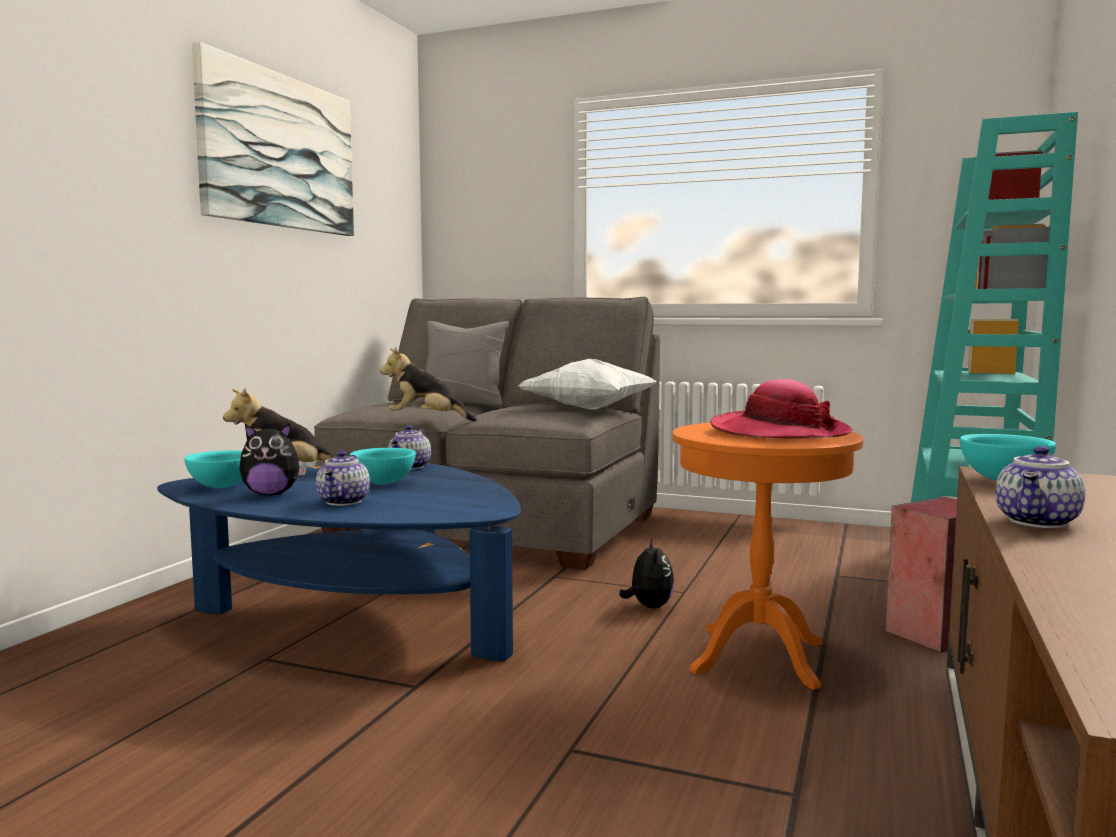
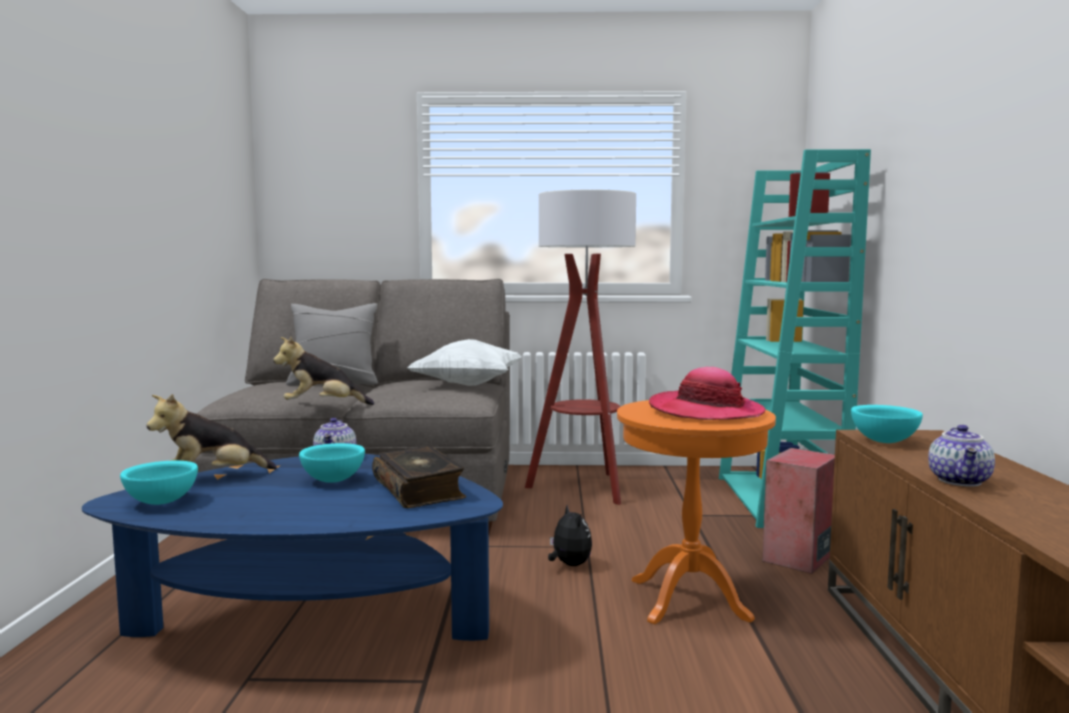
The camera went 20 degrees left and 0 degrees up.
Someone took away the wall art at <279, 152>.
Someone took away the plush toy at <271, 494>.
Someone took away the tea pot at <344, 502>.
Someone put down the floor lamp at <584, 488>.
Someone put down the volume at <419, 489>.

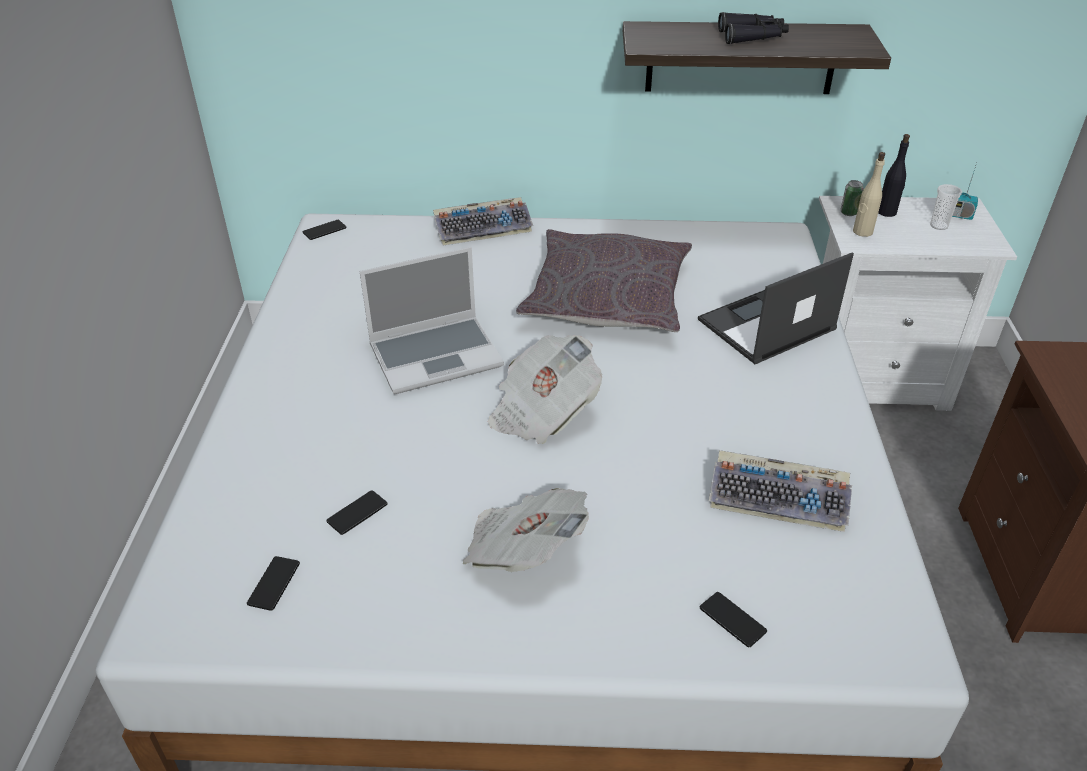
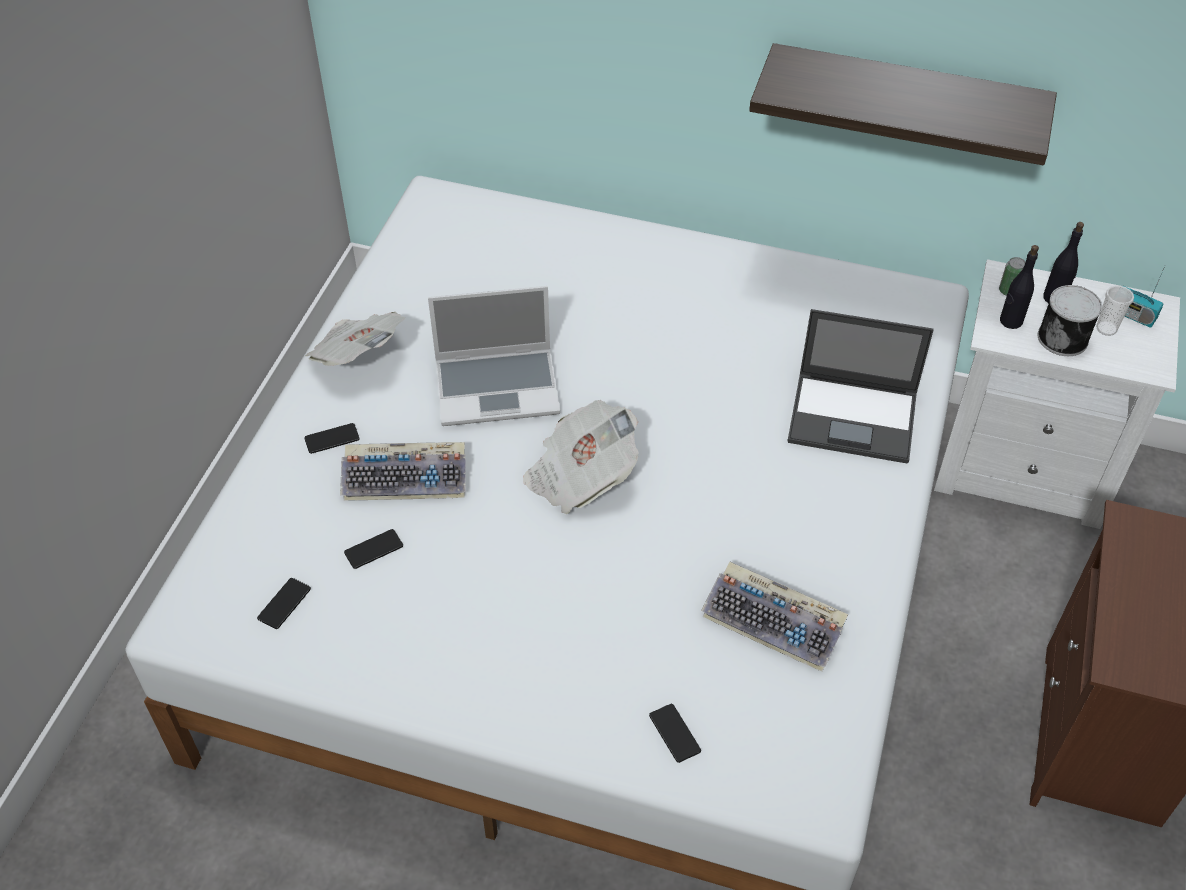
The camera went 15 degrees right and 10 degrees up.
Someone took away the black binoculars at <753, 37>.
Someone repainted the beige-coloured drink bottle at <862, 232>, which became the black drink bottle at <1010, 321>.
Someone carried the computer keyboard from <484, 228> to <407, 477>.
Someone carried the phone from <324, 230> to <332, 439>.
Someone took away the gray throw pillow at <607, 297>.
Someone rotated the laptop at <765, 325> by 150 degrees counterclockwise.
Someone carried the daily paper from <523, 550> to <358, 356>.
Someone put down the sealed can at <1063, 338>.

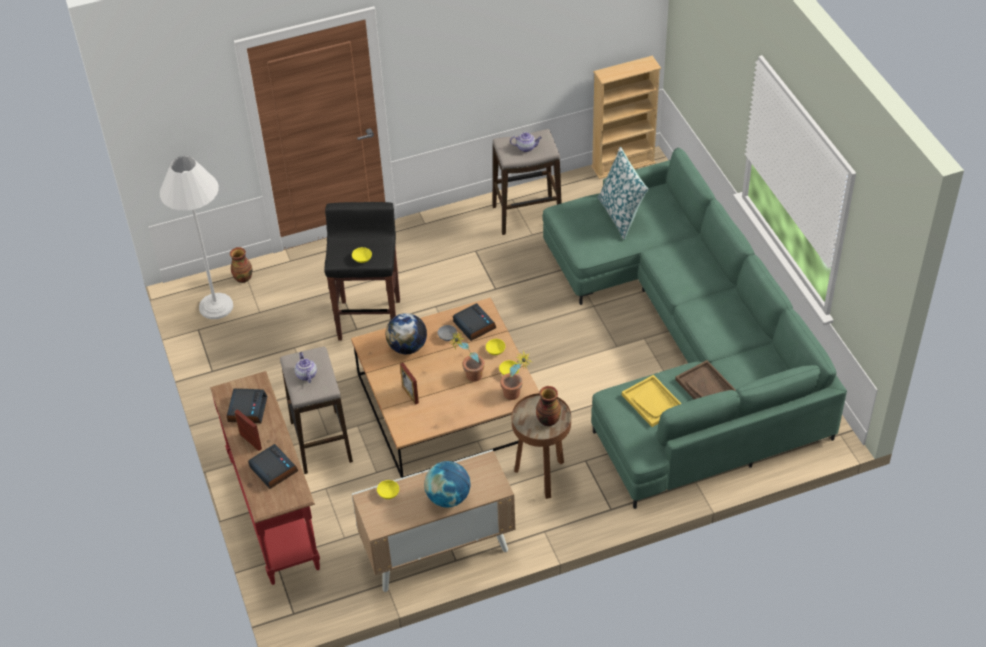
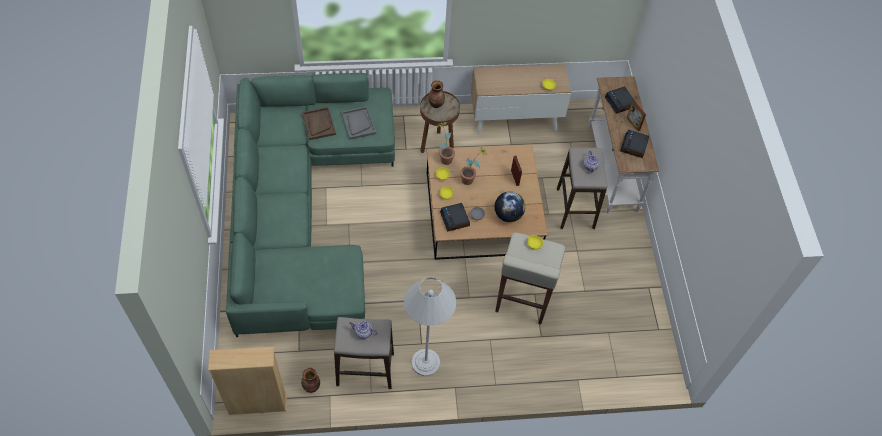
The camera went 170 degrees left and 10 degrees up.
Someone took away the throw pillow at <621, 215>.
Someone carried the white floor lamp from <216, 306> to <425, 362>.
Someone repainted the black stool seat at <369, 319>, which became the beige-coloured stool seat at <522, 300>.
Someone carried the flower vase from <243, 278> to <311, 387>.
Someone repainted the red console table at <276, 513>, which became the white console table at <611, 168>.
Someone repainted the yellowish tray at <652, 402>, which became the gray tray at <358, 123>.
Someone took away the desk globe at <448, 497>.

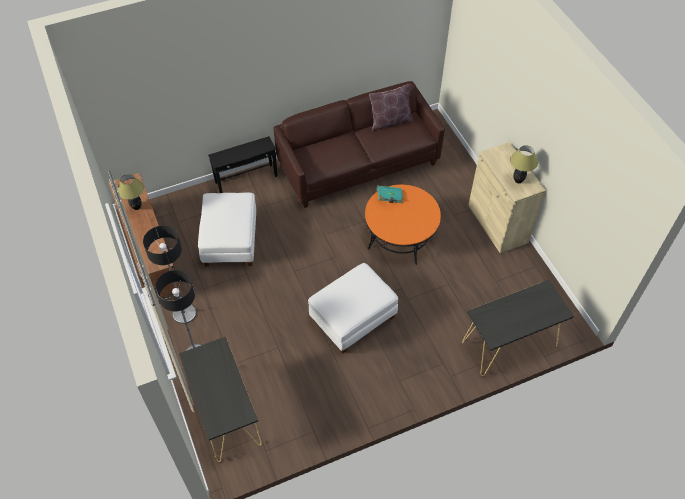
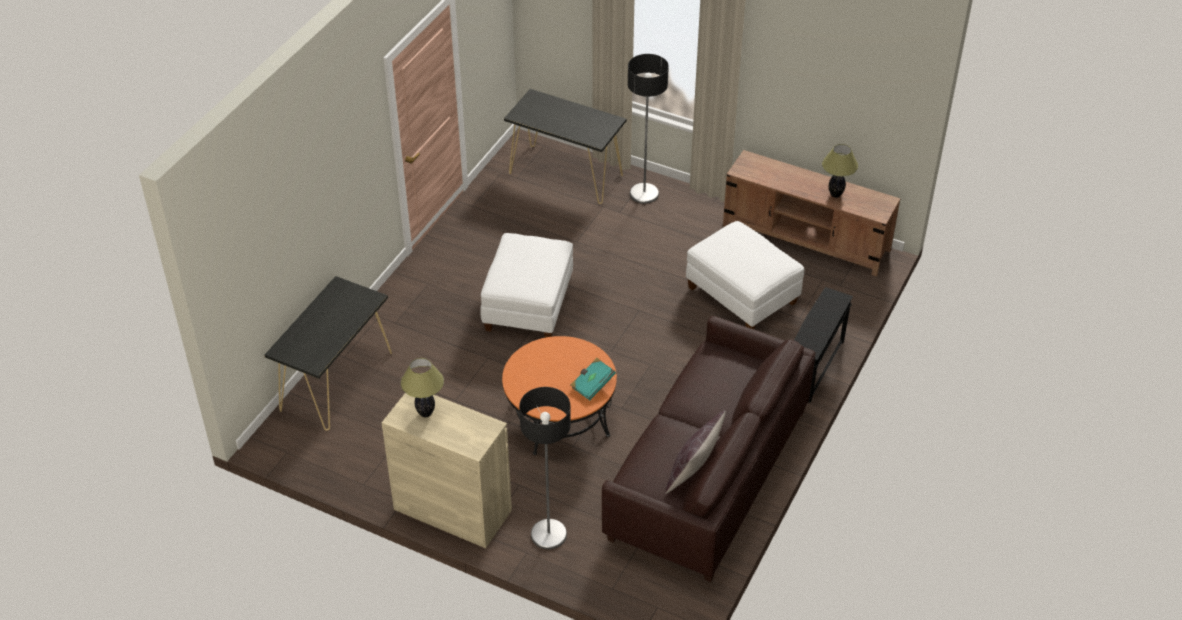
The camera went 140 degrees right and 10 degrees down.
Someone carried the floor lamp from <184, 313> to <549, 535>.

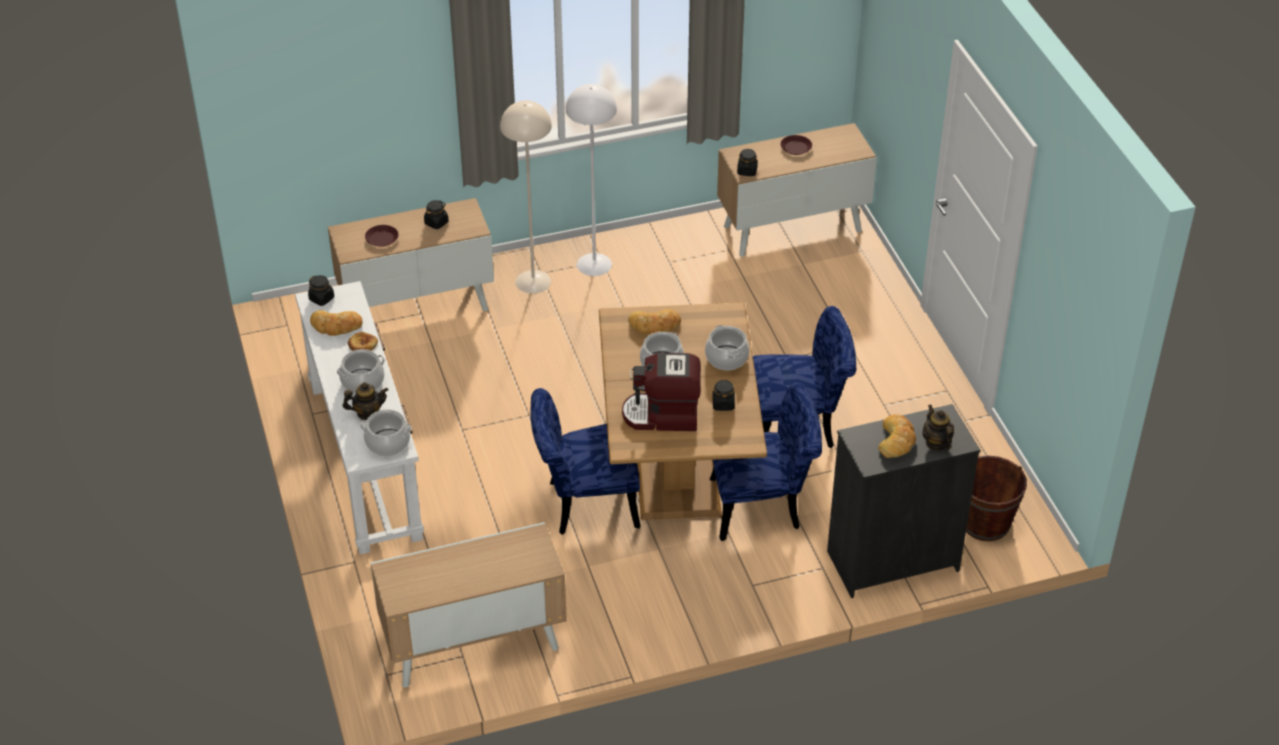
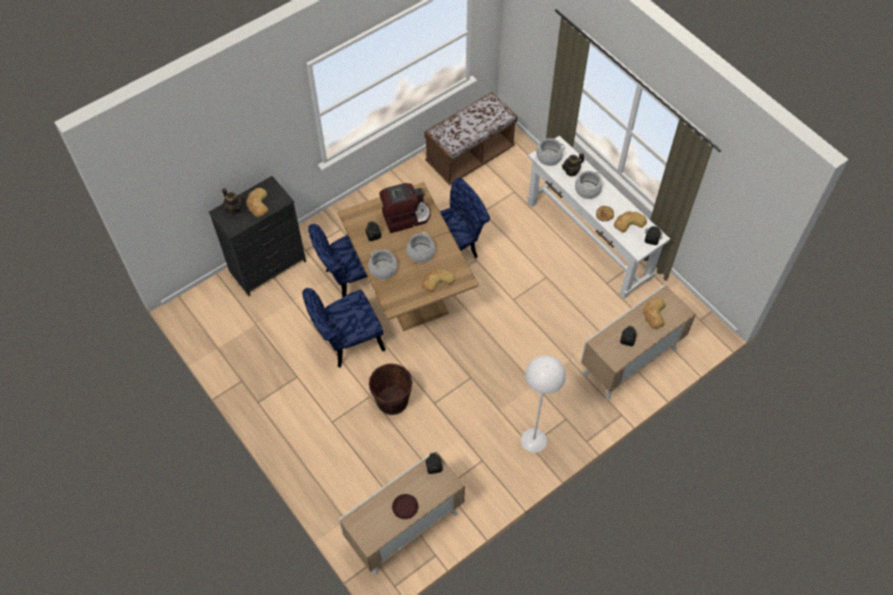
The camera went 160 degrees right and 15 degrees up.
Someone took away the beige-coloured floor lamp at <533, 281>.
Someone swapped the brown plate at <382, 238> for the bread at <654, 314>.
Someone carried the brown water bucket from <985, 523> to <392, 401>.
Someone swapped the storage cabinet at <473, 646> for the brown long seat at <469, 156>.

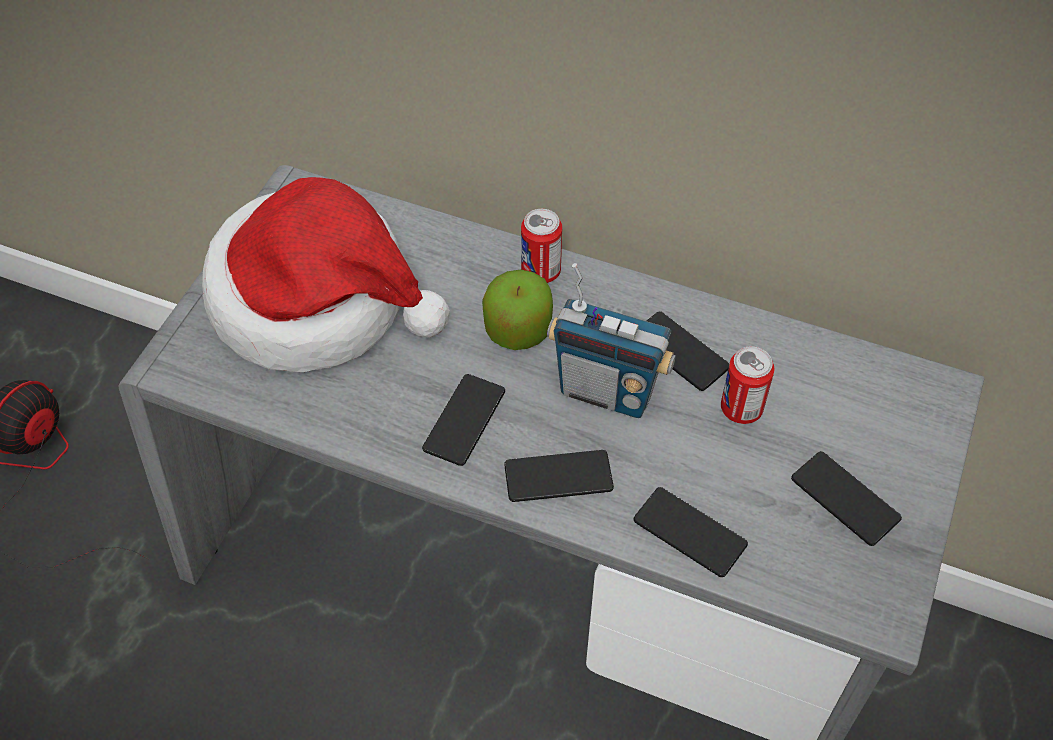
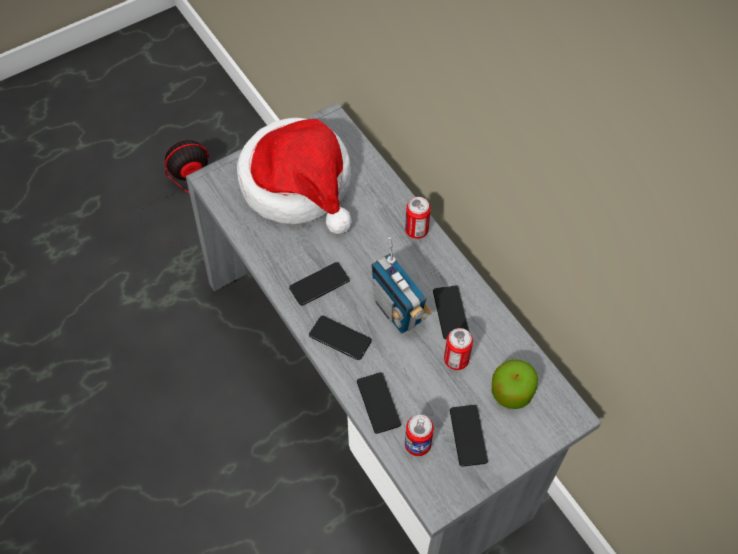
The camera went 35 degrees right and 5 degrees up.
Someone carried the apple fruit from <518, 330> to <511, 392>.
Someone put down the sealed can at <417, 444>.

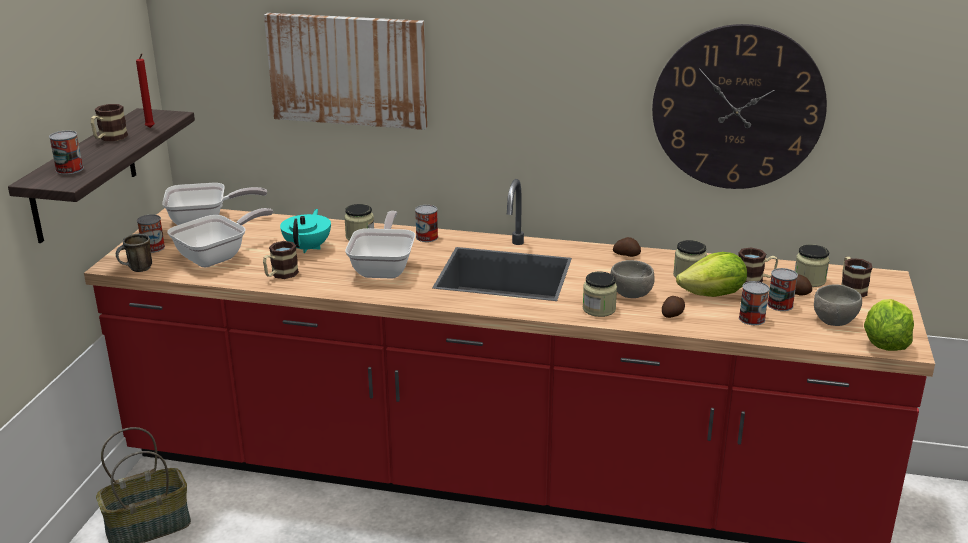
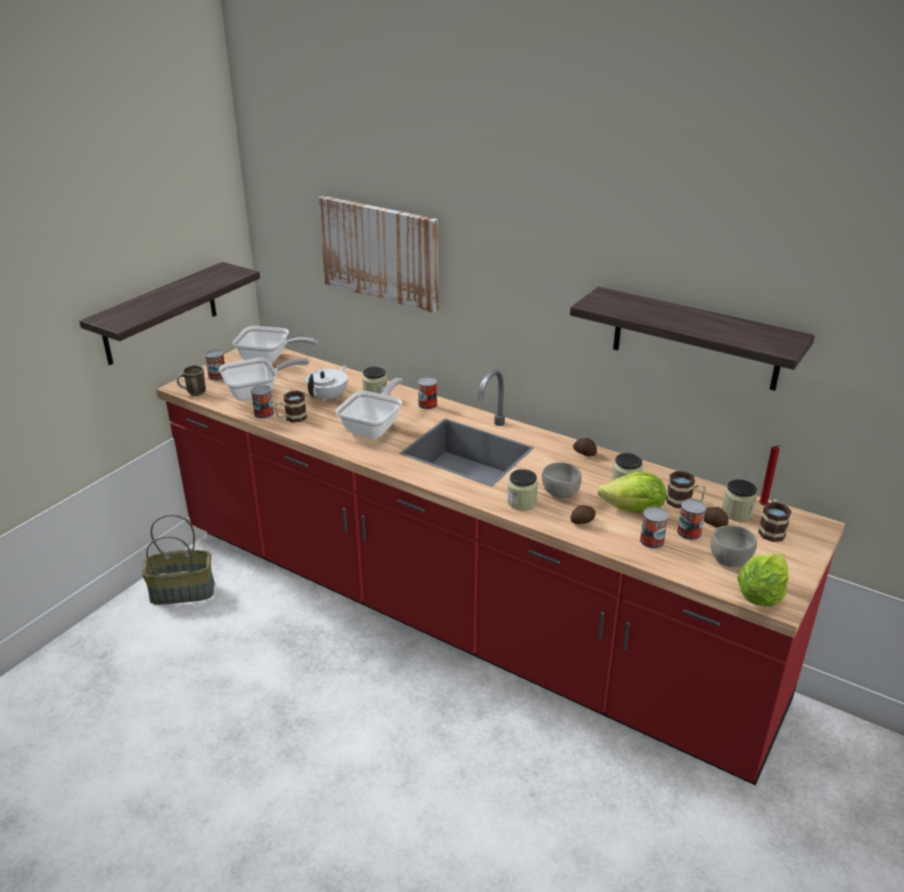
The camera went 20 degrees right and 5 degrees up.
Someone swapped the clock on the wall at <737, 108> for the shelf at <695, 339>.
Someone carried the red wax light from <150, 128> to <763, 506>.
Someone took away the mug at <109, 138>.
Someone carried the sealed can from <69, 169> to <264, 413>.
Someone repainted the blue-green tea pot at <308, 248>, which became the white tea pot at <329, 397>.

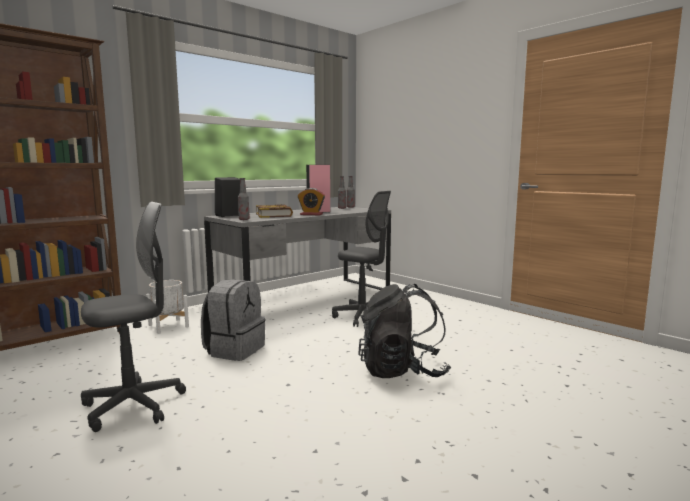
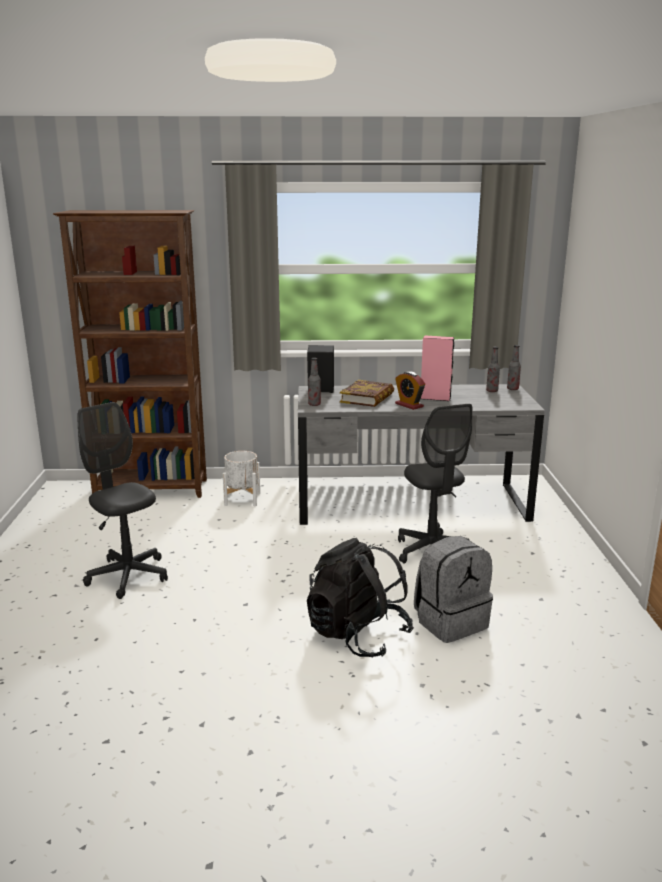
The camera went 40 degrees right and 10 degrees up.
Someone rotated the gray computer chair at <134, 406> by 135 degrees counterclockwise.
Someone carried the gray knapsack from <234, 350> to <450, 621>.

